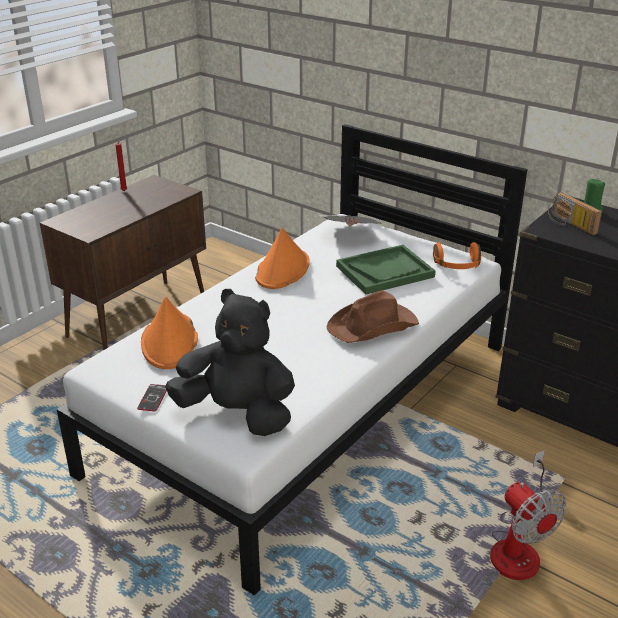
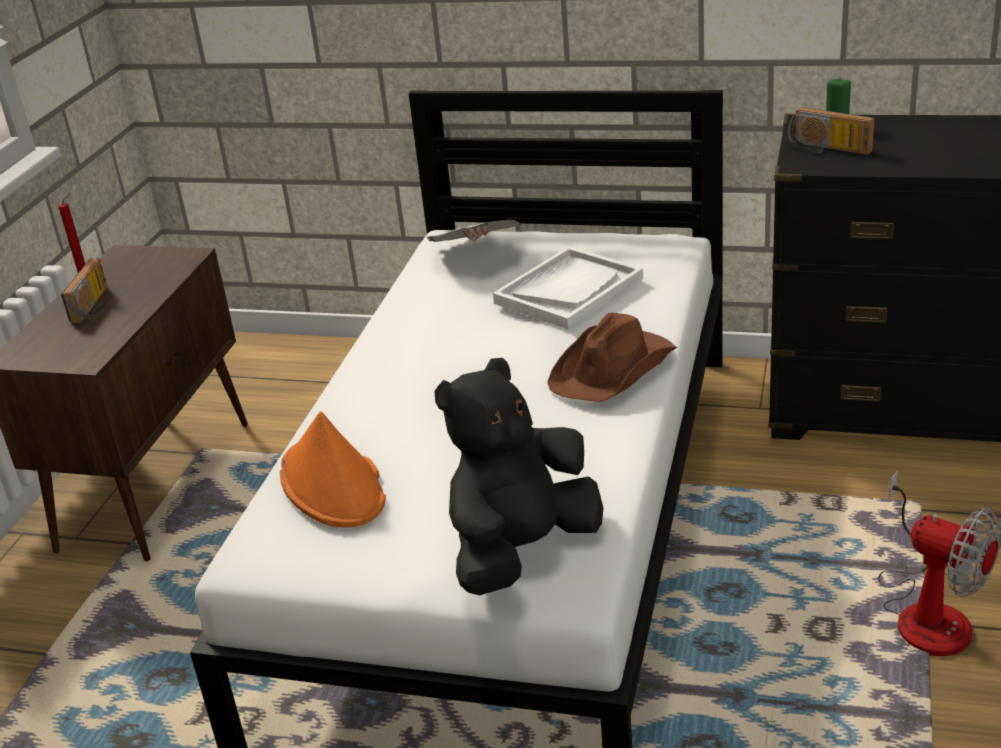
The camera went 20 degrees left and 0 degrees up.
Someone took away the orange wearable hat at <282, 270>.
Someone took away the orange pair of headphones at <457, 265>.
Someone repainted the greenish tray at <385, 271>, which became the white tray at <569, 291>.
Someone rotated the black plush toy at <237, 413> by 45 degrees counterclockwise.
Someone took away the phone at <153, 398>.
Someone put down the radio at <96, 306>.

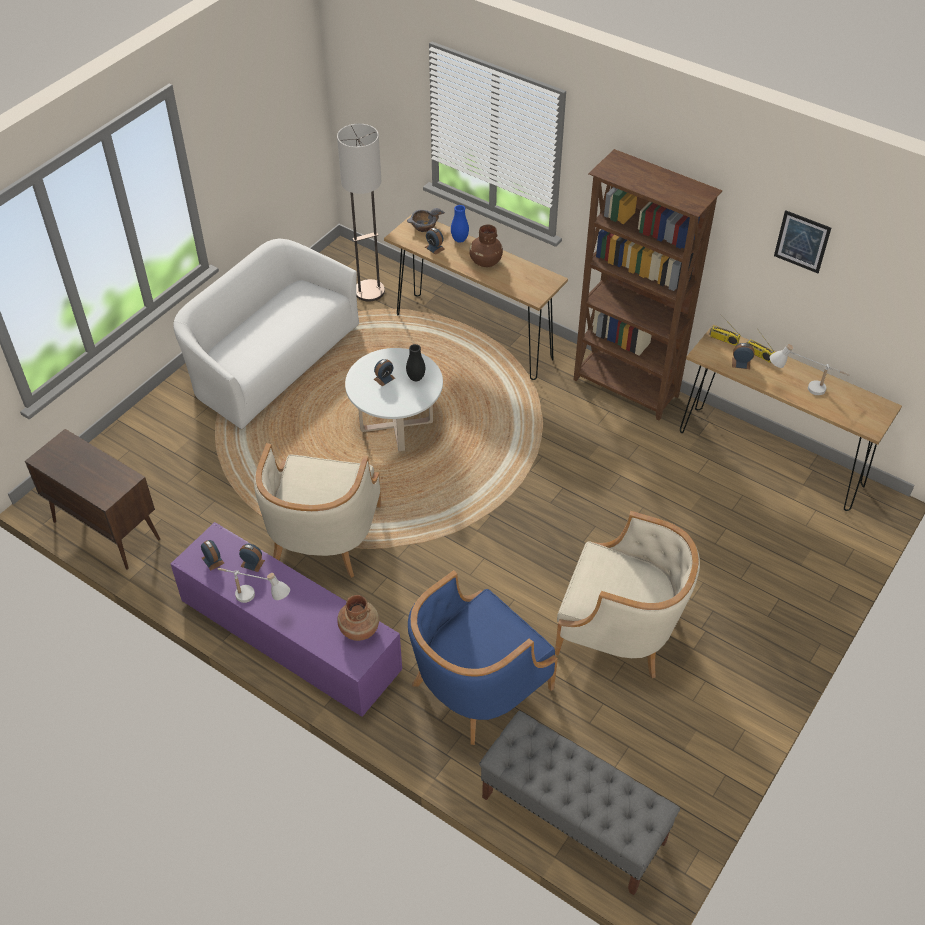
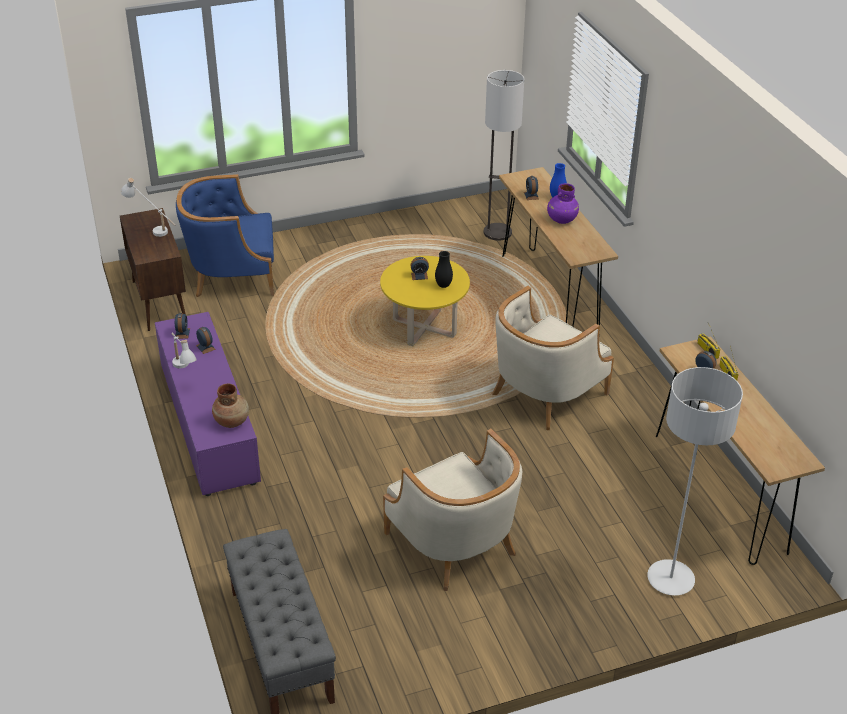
The camera went 35 degrees right and 10 degrees down.
Someone took away the brown bookshelf at <626, 389>.
Someone took away the gray deep dish at <424, 226>.
Someone took away the wall art at <802, 241>.
Someone repainted the brown flower vase at <485, 262>, which became the purplish flower vase at <561, 219>.
Someone took away the white couch at <270, 361>.
Someone carried the white tabletop lamp from <803, 389> to <152, 228>.
Someone repainted the white low table at <396, 425>, which became the yellowish low table at <424, 328>.
Someone carried the beige-coloured easy chair from <322, 536> to <545, 393>.
Someone carried the bluish easy chair from <477, 685> to <232, 274>.
Someone put down the gray floor lamp at <670, 579>.

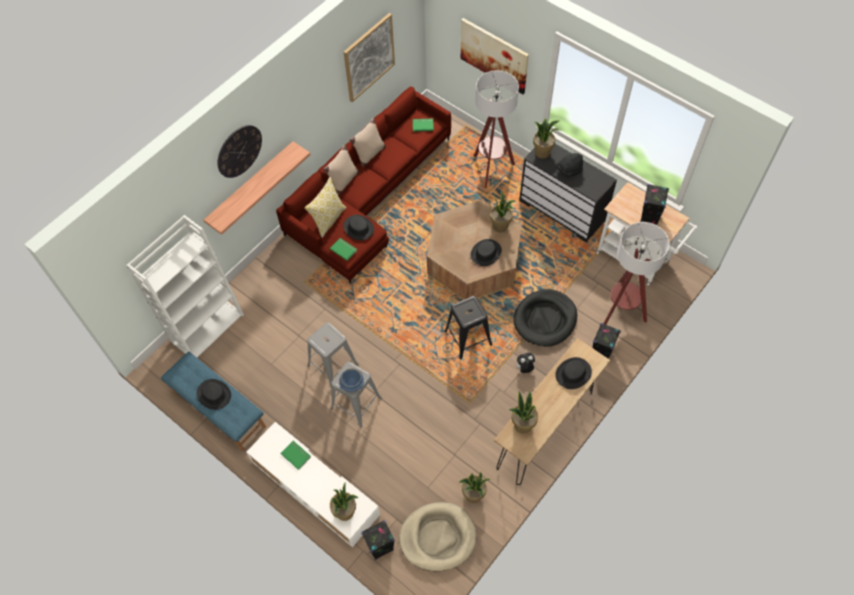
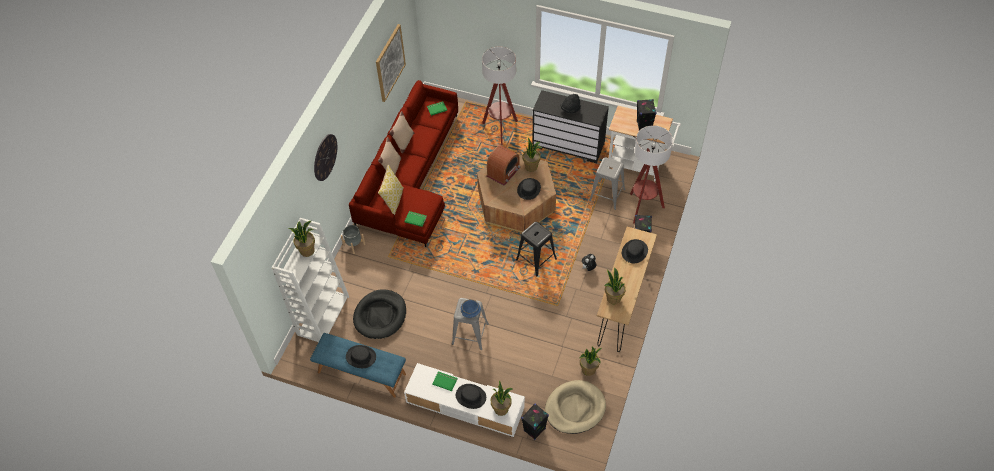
The camera went 20 degrees left and 5 degrees down.
Someone took away the wall art at <494, 55>.
Someone carried the potted plant from <542, 152> to <307, 250>.
Someone took away the shelf at <251, 186>.
Someone carried the black wearable hat from <358, 228> to <470, 396>.
Someone carried the black dog cushion from <545, 319> to <380, 316>.
Someone carried the gray stool seat from <333, 365> to <607, 195>.
Someone put down the radio at <503, 172>.
Someone put down the gray flower pot at <354, 245>.

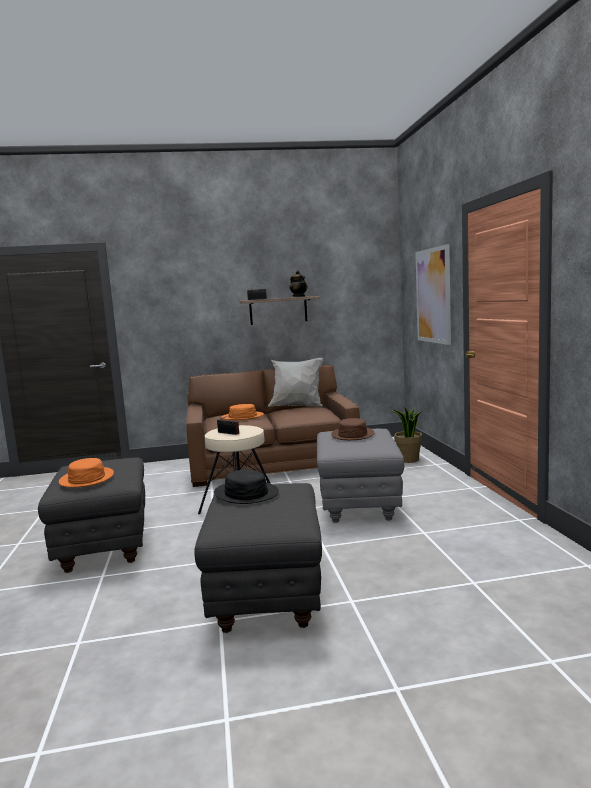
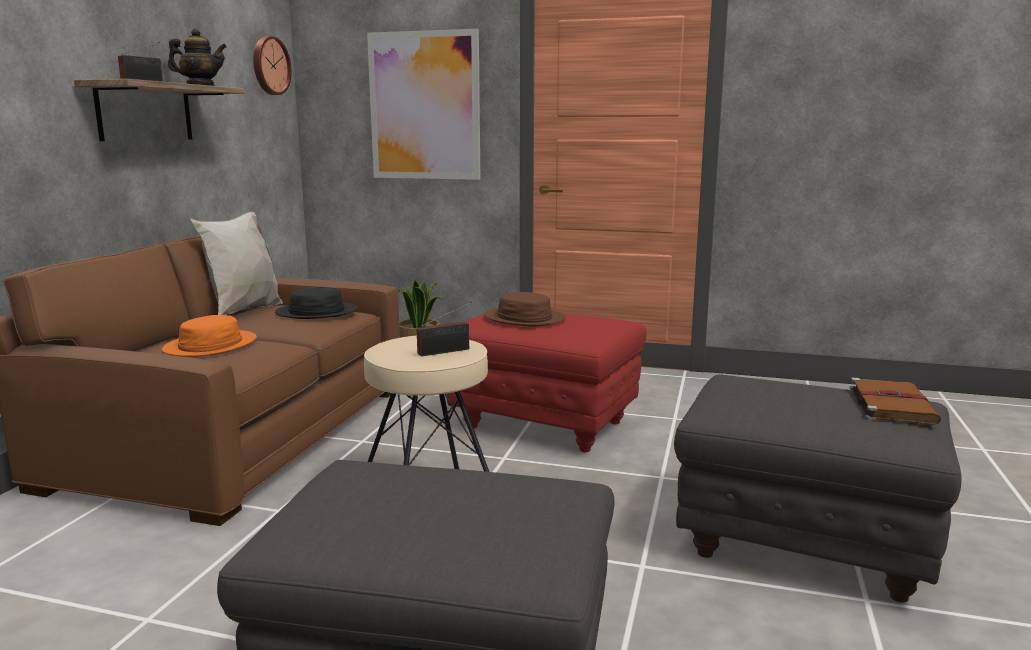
The camera went 65 degrees left and 5 degrees up.
Someone repainted the gray pouffe at <358, 505>, which became the red pouffe at <542, 425>.
Someone took away the orange wearable hat at <86, 479>.
Someone carried the black wearable hat from <246, 493> to <316, 312>.
Someone put up the clock on the wall at <269, 66>.
Someone put down the brown volume at <890, 404>.

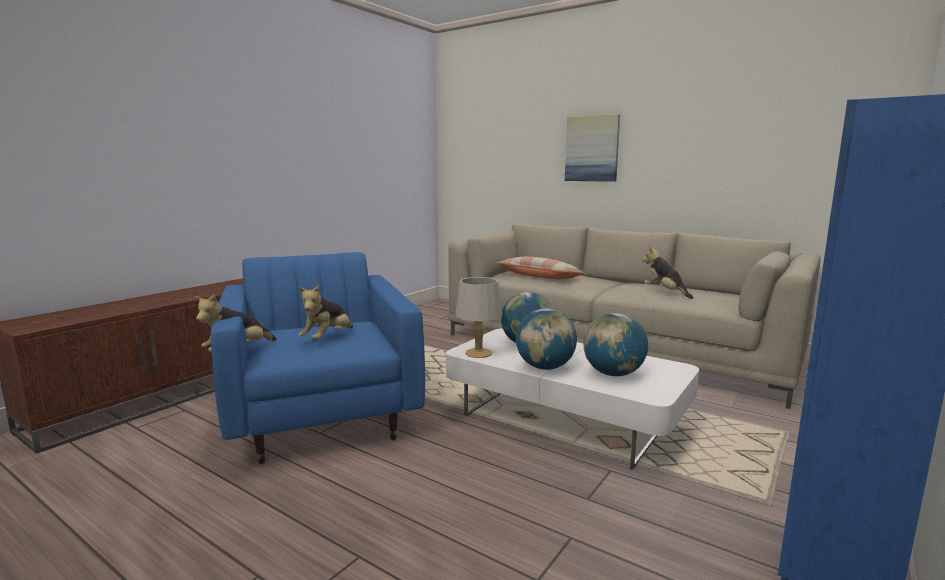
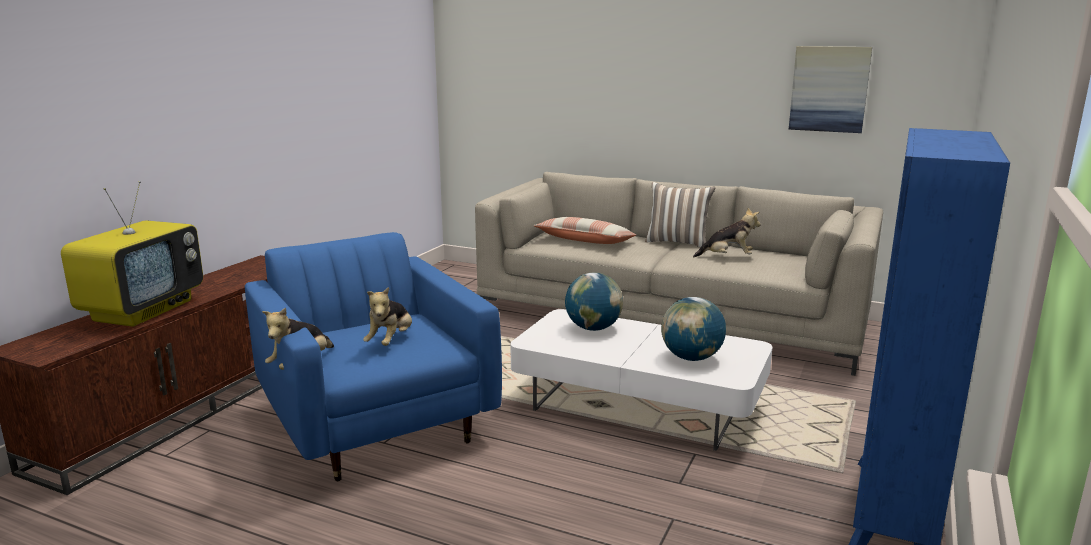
The camera went 10 degrees left and 5 degrees up.
Someone carried the wall art from <592, 149> to <829, 89>.
Someone rotated the plush toy at <665, 292> by 135 degrees clockwise.
Someone took away the gray tabletop lamp at <478, 353>.
Someone took away the desk globe at <545, 367>.
Someone put down the TV set at <143, 310>.
Someone put down the throw pillow at <677, 242>.

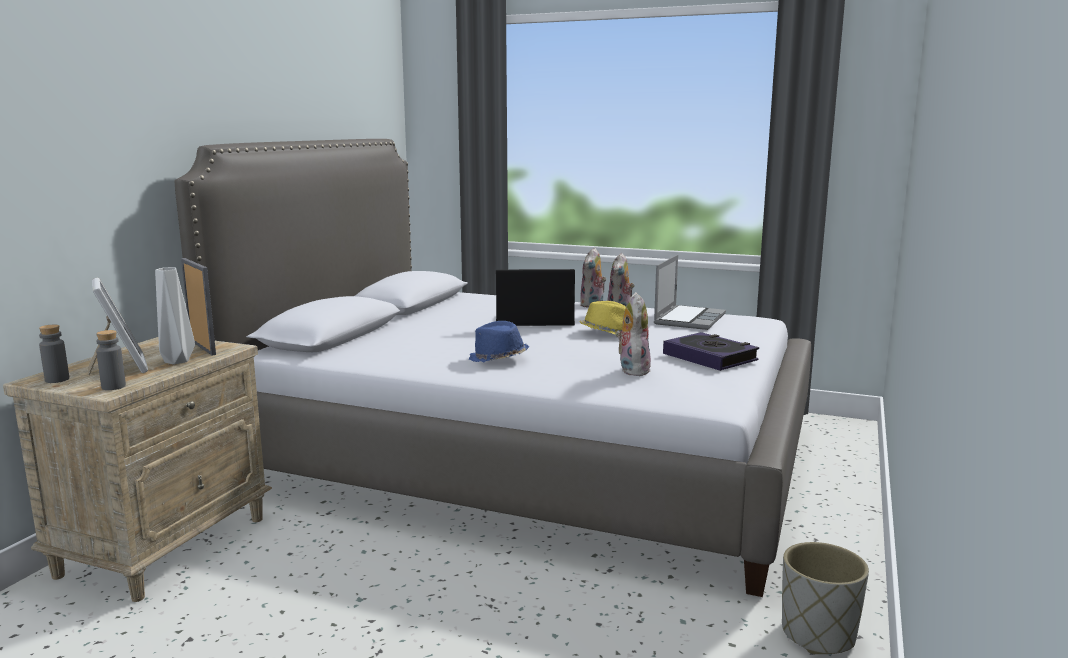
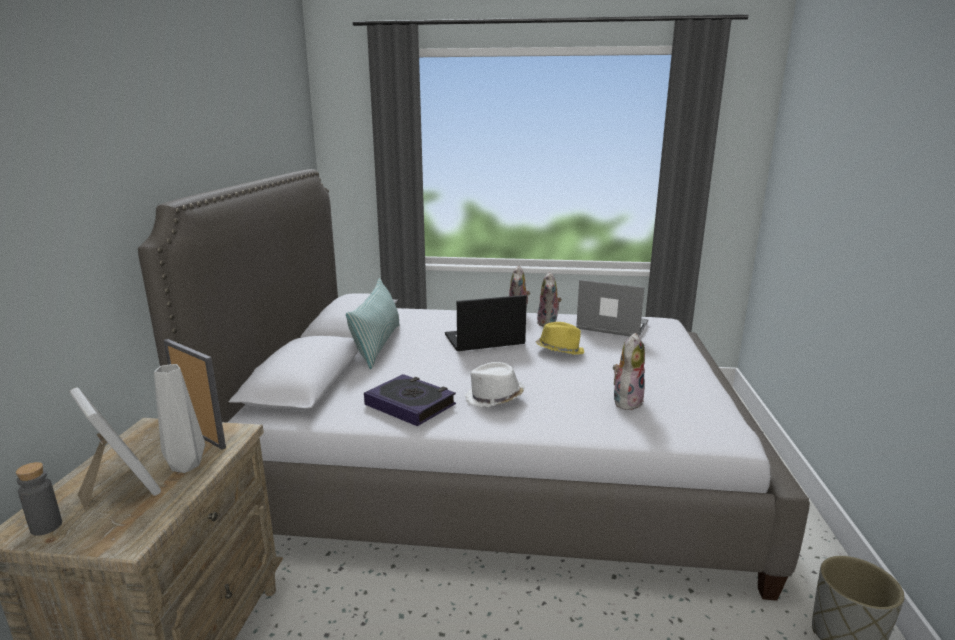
The camera went 15 degrees left and 5 degrees up.
Someone rotated the laptop at <689, 319> by 75 degrees counterclockwise.
Someone rotated the plush toy at <632, 370> by 45 degrees clockwise.
Someone repainted the bluish wearable hat at <498, 359>, which became the white wearable hat at <494, 398>.
Someone took away the gray drink bottle at <113, 387>.
Someone carried the volume from <710, 357> to <410, 405>.
Someone put down the throw pillow at <377, 345>.

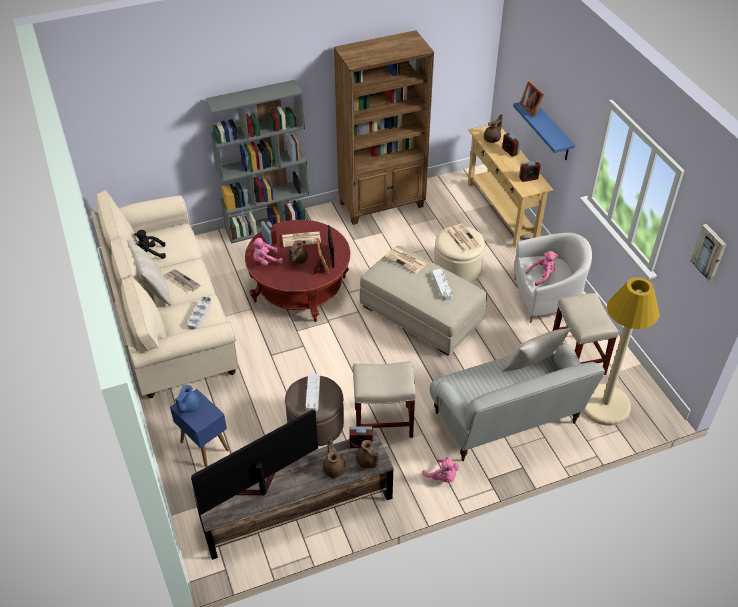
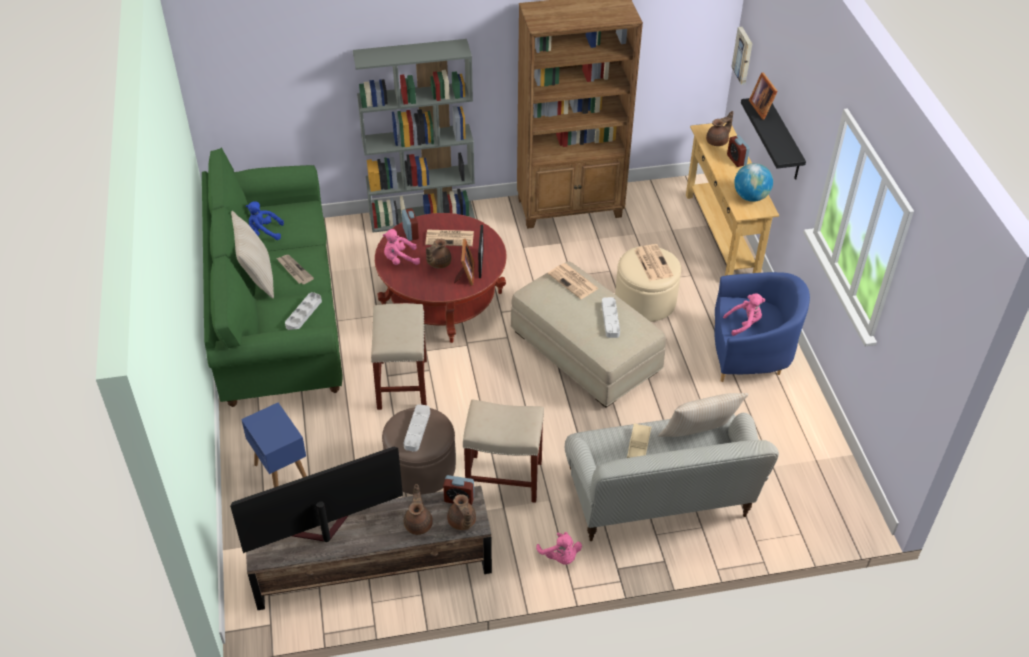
The camera went 10 degrees right and 0 degrees up.
Someone repainted the bluish shelf at <551, 131>, which became the black shelf at <784, 140>.
Someone swapped the bedside clock at <528, 178> for the desk globe at <750, 197>.
Someone repainted the beige-coloured couch at <170, 319>, which became the greenish couch at <278, 315>.
Someone carried the wall art from <709, 252> to <743, 55>.
Someone repainted the black plush toy at <151, 254>, which became the bluish plush toy at <264, 232>.
Someone repainted the white easy chair at <546, 297>, which became the bluish easy chair at <750, 353>.
Someone took away the beige-coloured floor lamp at <604, 405>.
Someone carried the beige-coloured stool seat from <578, 359> to <402, 385>.
Someone took away the bluish tea pot at <187, 406>.
Someone put down the beige-coloured tray at <638, 444>.

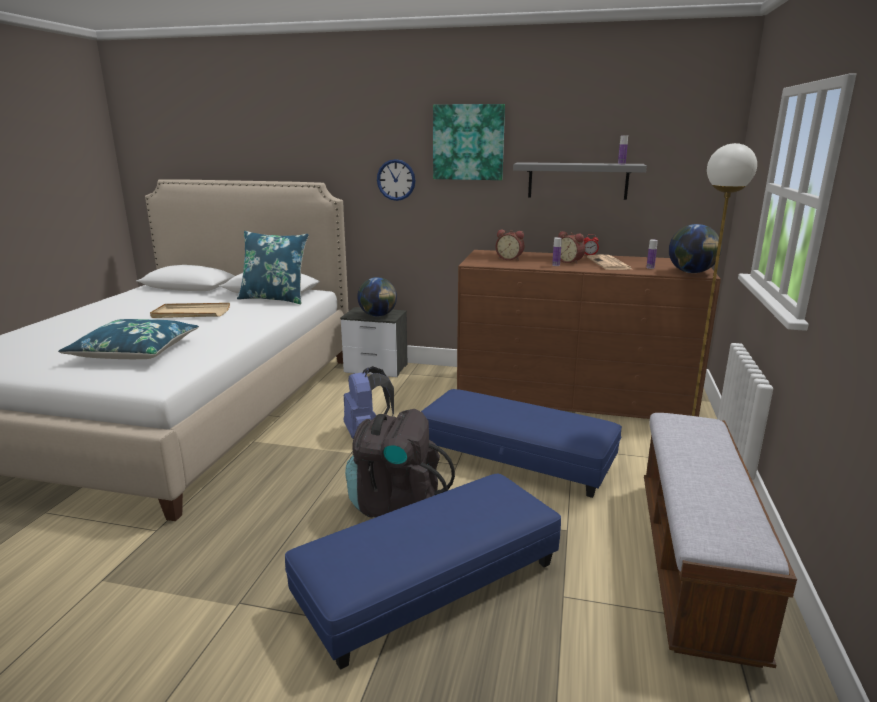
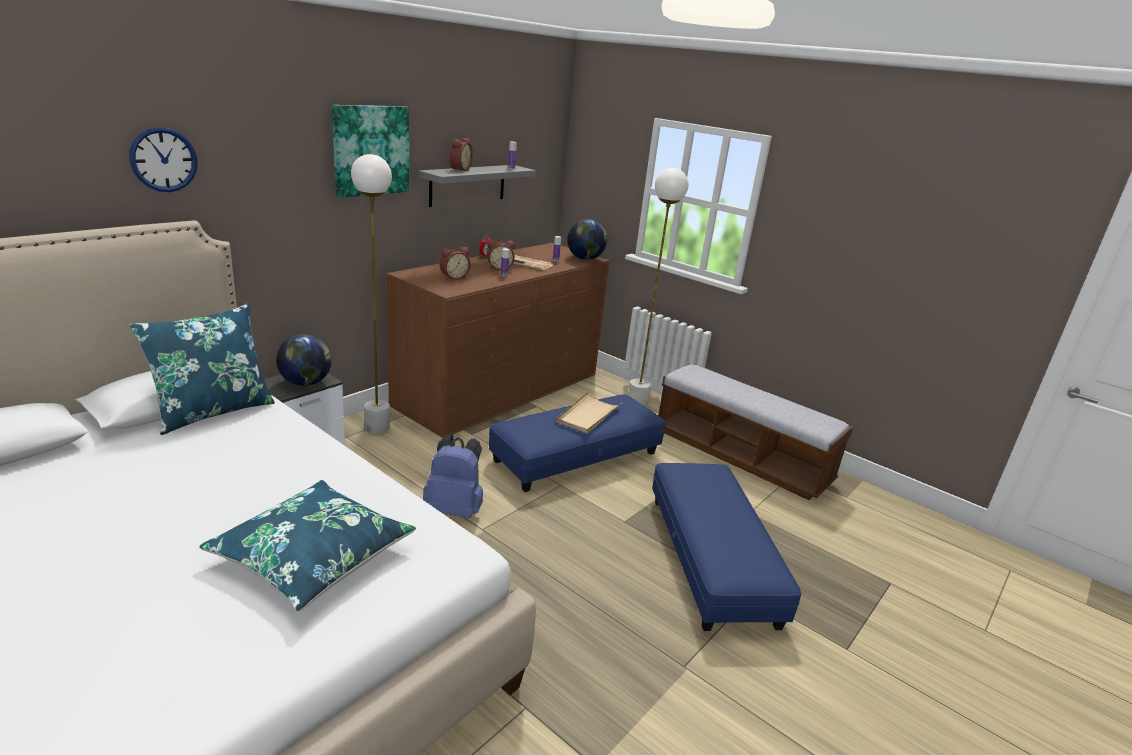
The camera went 65 degrees left and 5 degrees up.
Someone carried the clock on the wall from <396, 180> to <164, 160>.
Someone carried the beige-coloured tray from <190, 313> to <588, 415>.
Someone took away the black knapsack at <397, 505>.
Someone put down the bedside clock at <458, 169>.
Someone put down the white floor lamp at <377, 428>.

